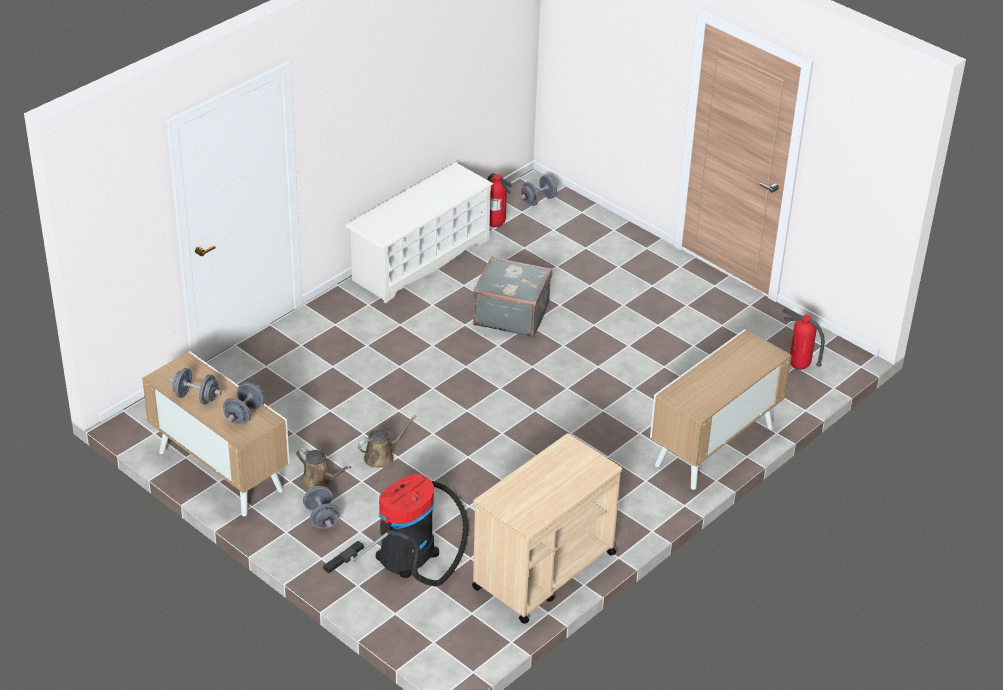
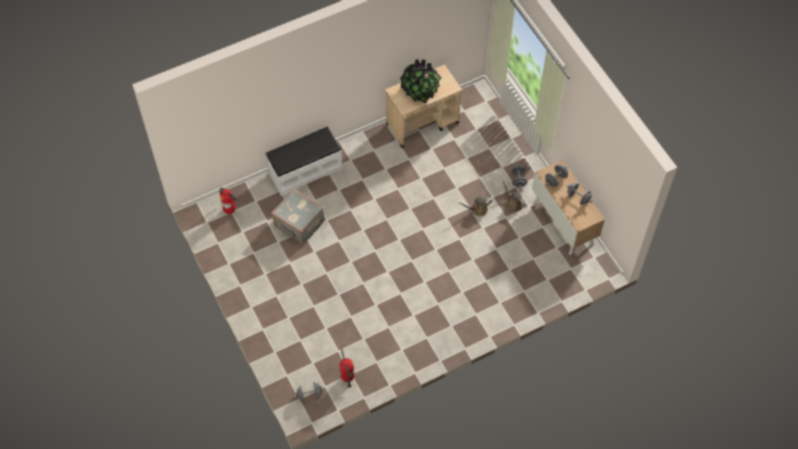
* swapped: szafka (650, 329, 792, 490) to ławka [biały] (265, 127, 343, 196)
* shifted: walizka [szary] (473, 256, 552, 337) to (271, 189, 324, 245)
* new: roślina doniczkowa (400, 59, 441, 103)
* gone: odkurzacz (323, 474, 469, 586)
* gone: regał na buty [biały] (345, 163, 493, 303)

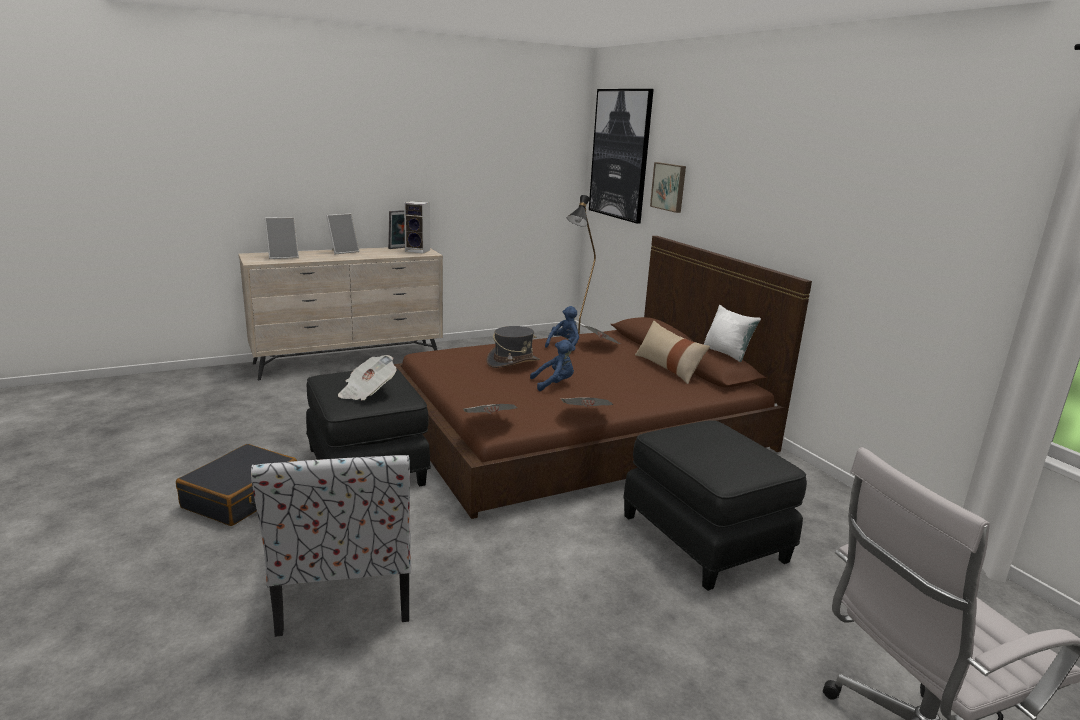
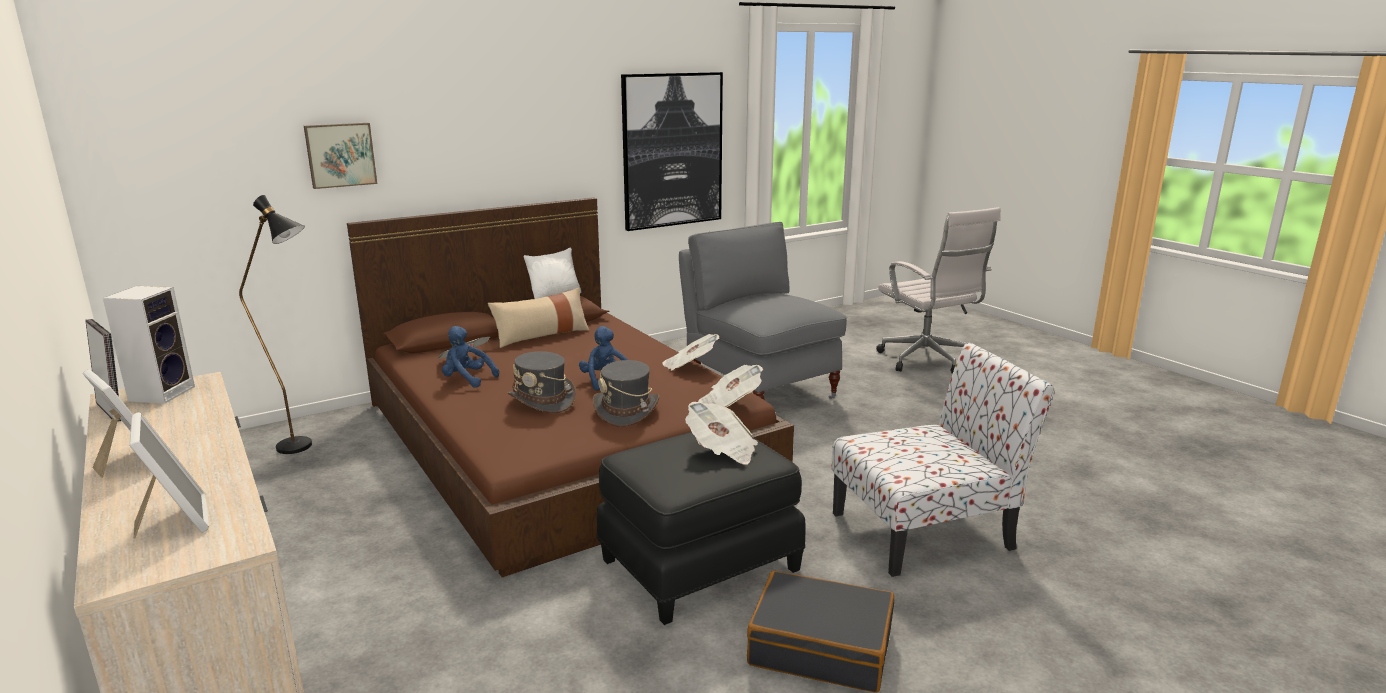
* new: kapelusz [szary] (593, 360, 659, 427)
* shifted: obraz (589, 89, 654, 224) to (621, 72, 723, 231)
* swapped: pufa [czarny] (623, 420, 807, 591) to krzesło [szary] (679, 222, 847, 400)

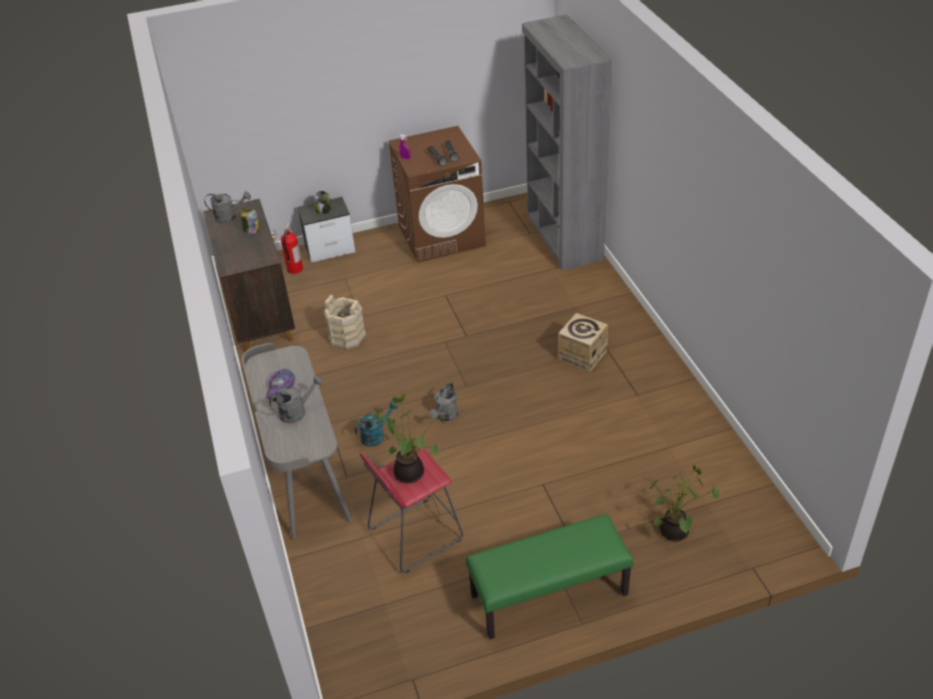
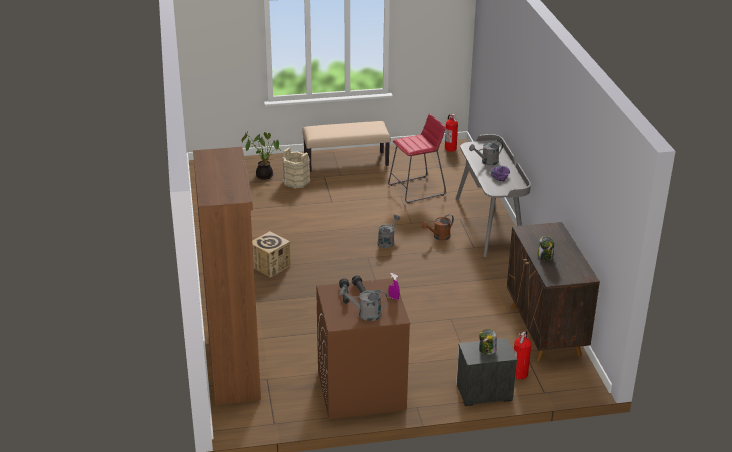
* repainted: regał [szary] (522, 14, 612, 271) to regał [brązowy] (193, 147, 261, 405)
* shifted: wiadro [beżowy] (324, 295, 366, 349) to (282, 147, 311, 189)
* repainted: ławka [zielony] (466, 514, 634, 640) to ławka [beżowy] (302, 121, 391, 172)
* shifted: konewka [szary] (204, 191, 251, 223) to (339, 287, 387, 321)
* repainted: konewka [turkusowy] (355, 401, 398, 447) to konewka [brązowy] (422, 214, 454, 240)
* new: gaśnica (445, 114, 458, 152)
* gone: roślina doniczkowa (370, 394, 444, 483)

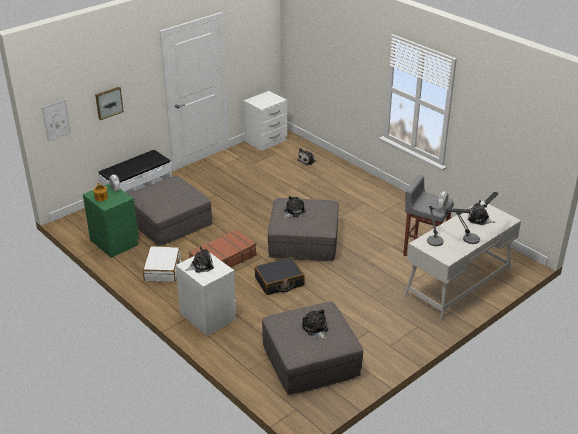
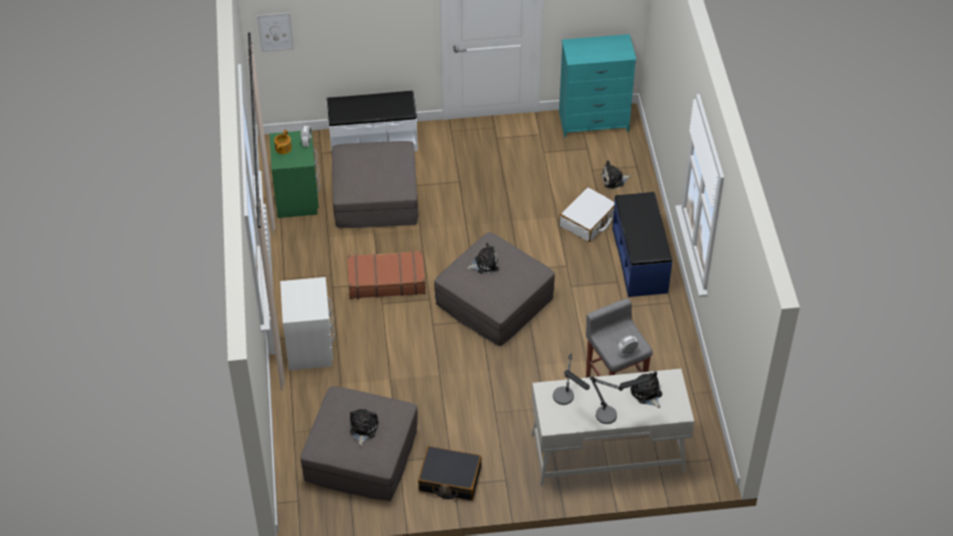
* shifted: walizka [czarny] (254, 257, 305, 295) to (418, 446, 482, 501)
* swapped: szafka nocna [biały] (244, 91, 287, 151) to komoda [turkusowy] (559, 34, 636, 137)
* shifted: walizka [biały] (143, 246, 181, 282) to (559, 187, 615, 242)
* new: ławka [niebieski] (612, 192, 672, 297)
* gone: obraz (95, 87, 124, 120)
* gone: pluszak (185, 247, 214, 273)

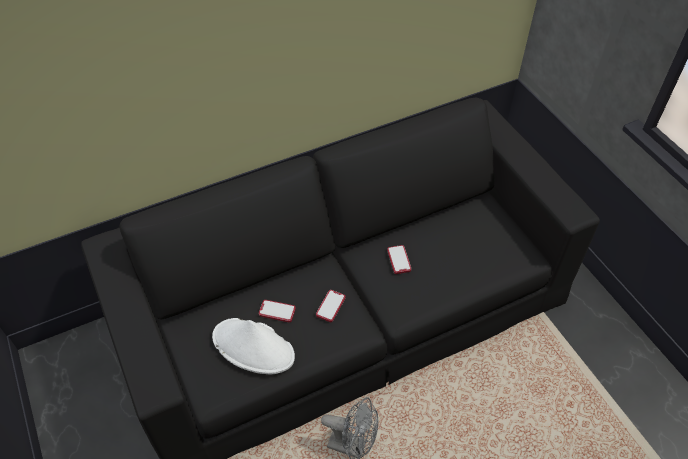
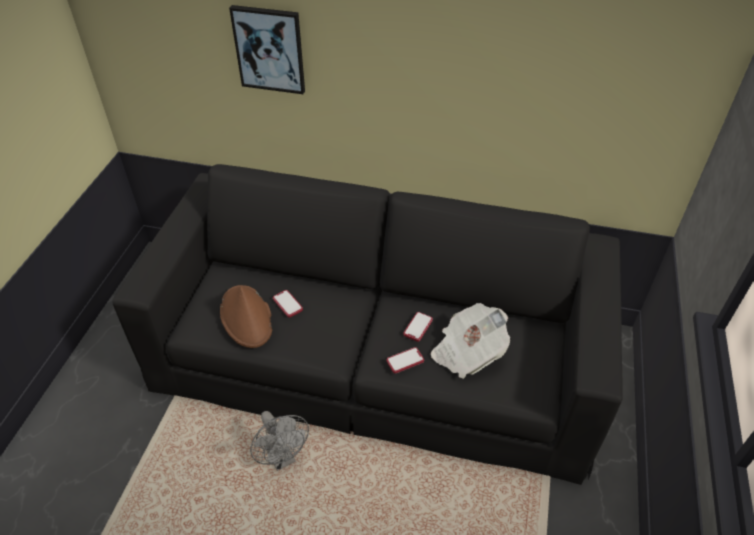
* repainted: kapelusz [biały] (212, 318, 295, 374) to kapelusz [brązowy] (220, 285, 272, 348)
* new: obraz (229, 5, 305, 94)
* shifted: telefon (316, 290, 346, 322) to (387, 347, 424, 374)
* new: gazeta (431, 303, 510, 379)

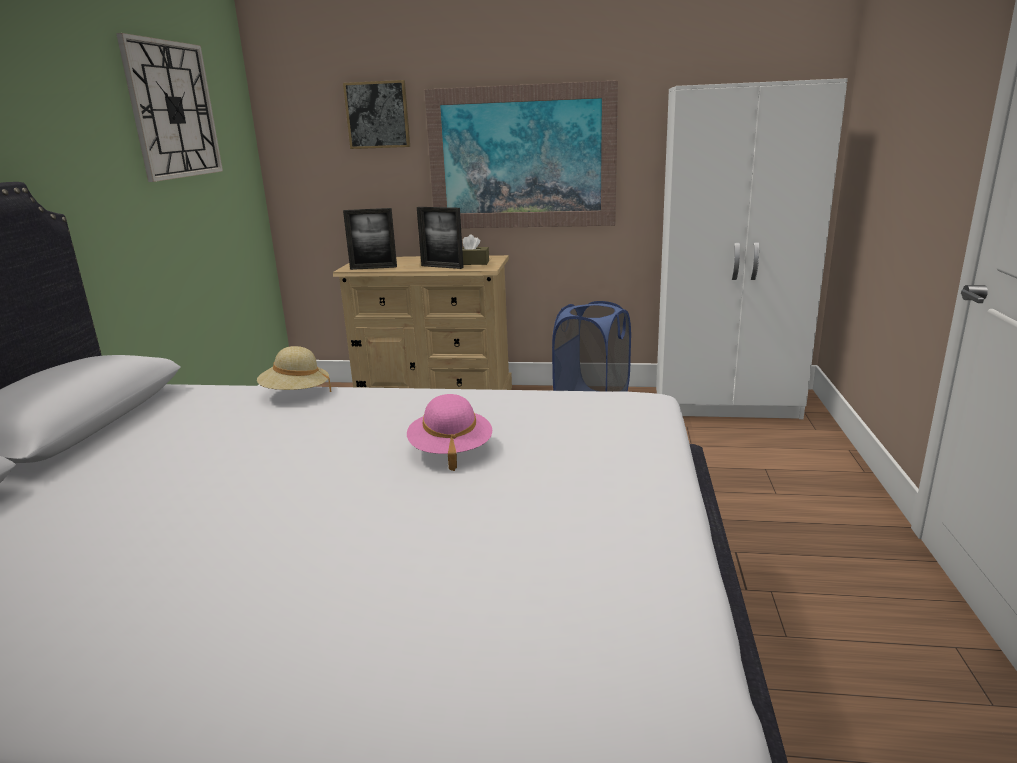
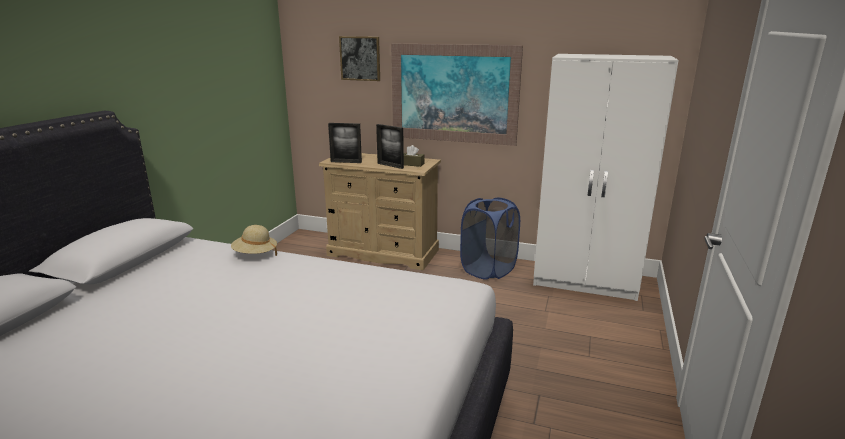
* gone: zegar ścienny (116, 33, 223, 182)
* gone: kapelusz [różowy] (407, 394, 492, 471)

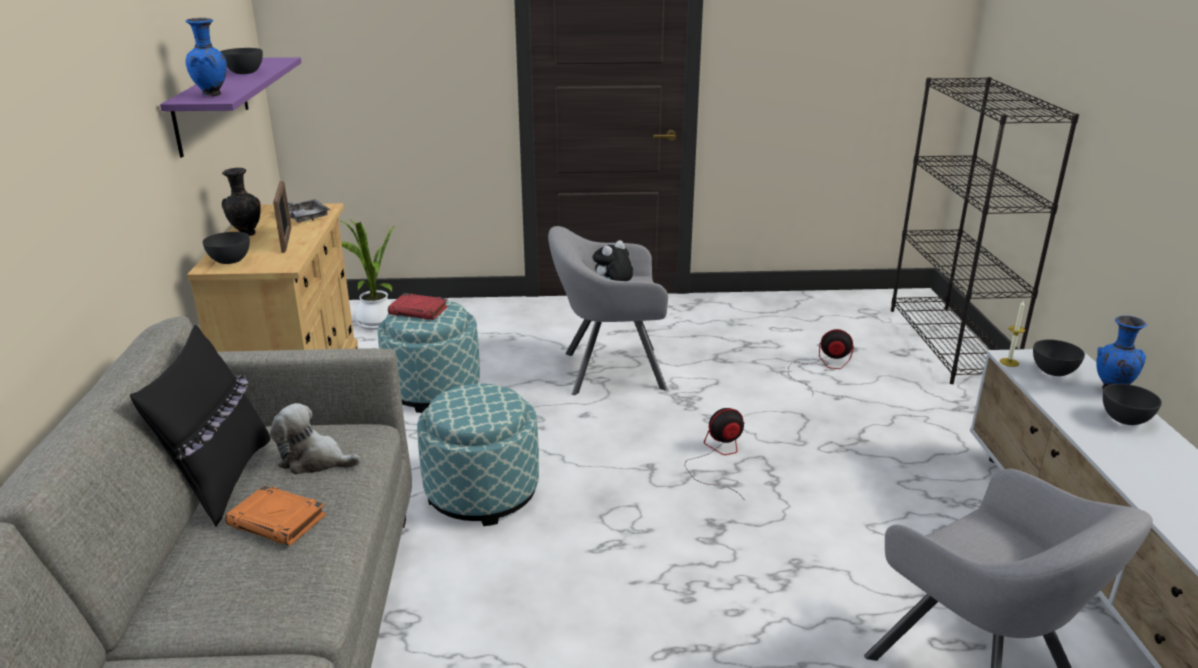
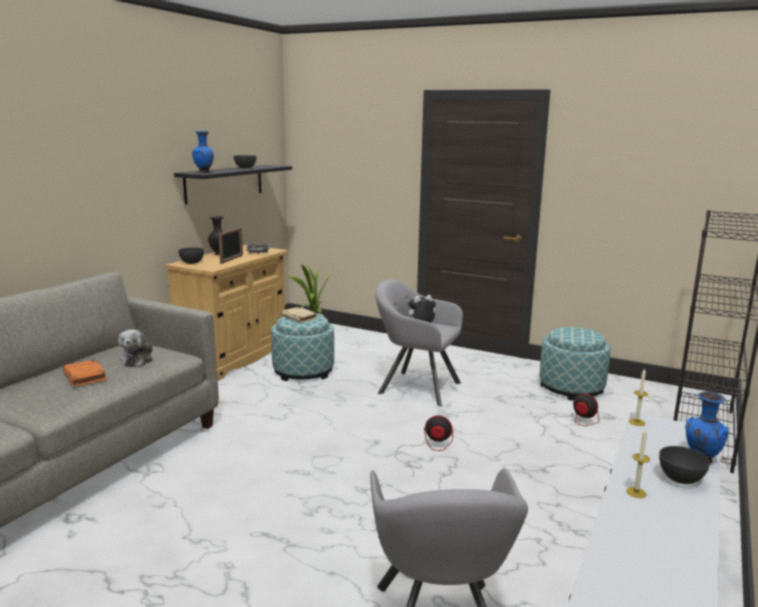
* rotated: pluszak (270, 403, 361, 475) = (118, 329, 153, 366) 135 degrees counterclockwise
* repainted: półka [fioletowy] (160, 57, 301, 158) to półka [czarny] (174, 165, 292, 204)
* repainted: książka [czerwony] (388, 293, 448, 320) to książka [beżowy] (281, 307, 318, 323)
* shifted: pufa (417, 384, 539, 526) to (540, 327, 611, 401)
* new: świeca (626, 427, 650, 498)
* gone: poduszka [czarny] (130, 325, 271, 527)
* gone: miska [szary] (1033, 340, 1085, 376)

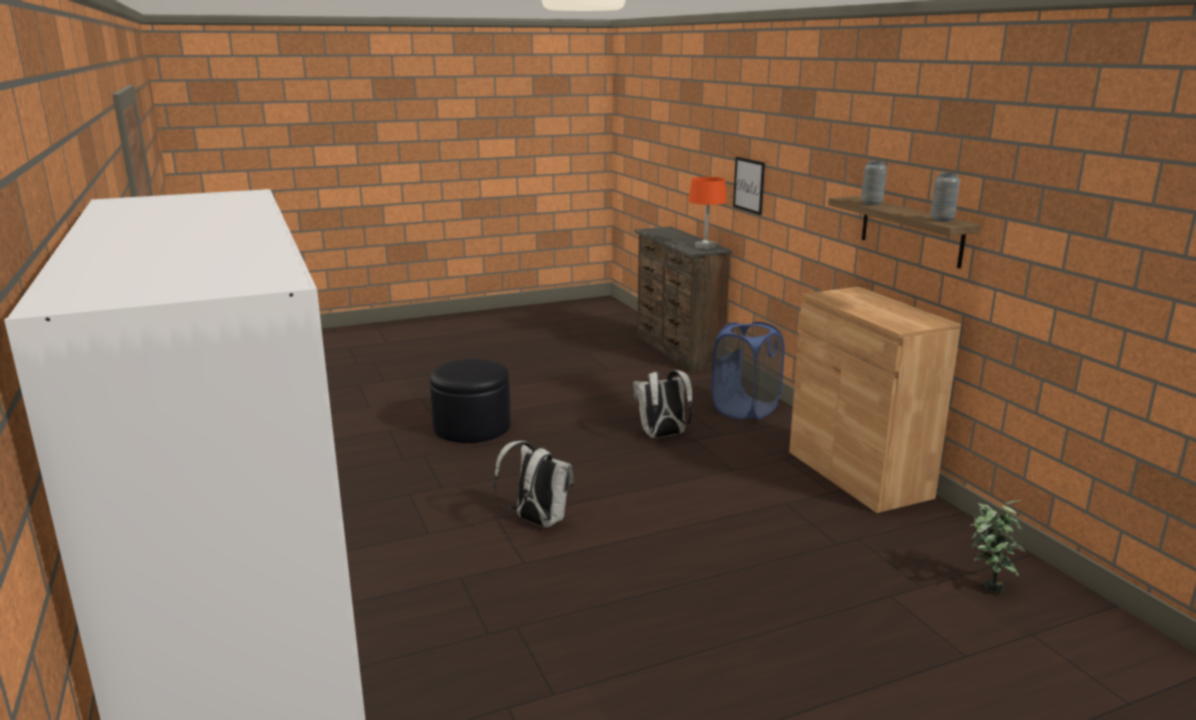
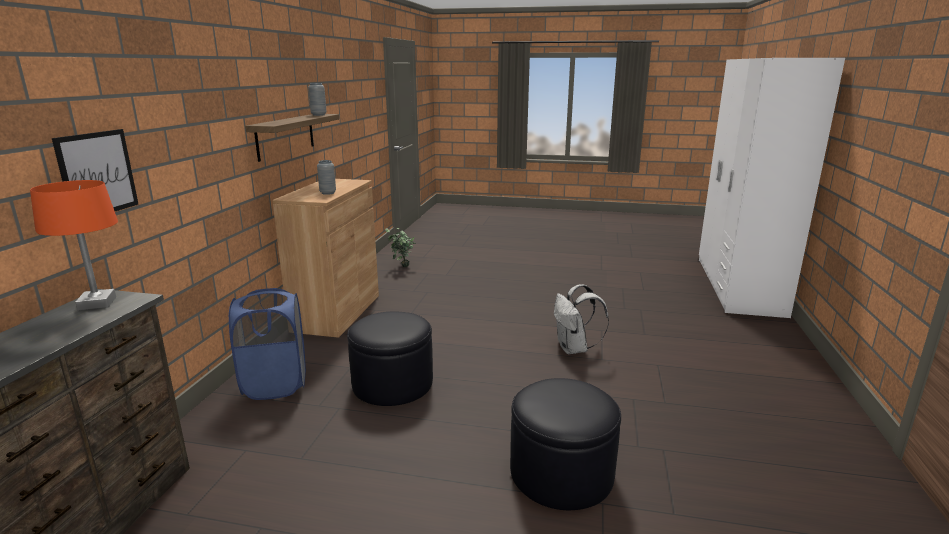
* shifted: wazon [szary] (861, 161, 887, 206) to (317, 160, 336, 195)
* swapped: plecak [biały] (633, 370, 693, 438) to pufa [czarny] (347, 312, 433, 406)

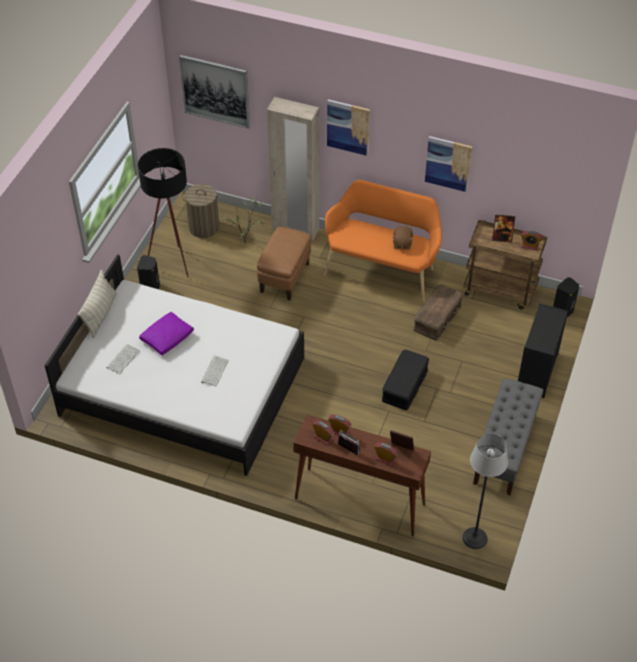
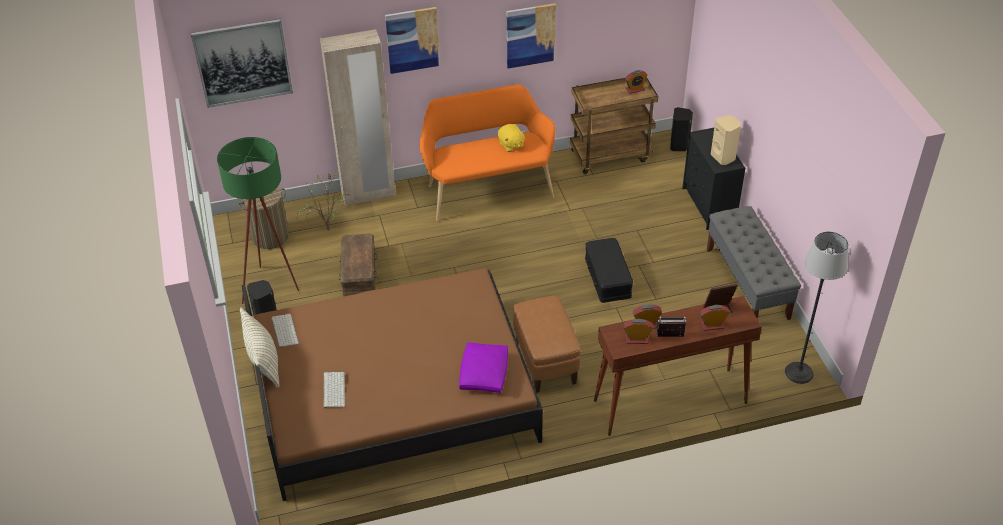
* repainted: lampa stojąca [czarny] (138, 148, 189, 278) to lampa stojąca [zielony] (217, 137, 299, 304)
* repainted: łóżko [biały] (44, 254, 304, 476) to łóżko [brązowy] (241, 268, 543, 501)
* shifted: klawiatura (201, 356, 229, 386) to (271, 314, 299, 348)
* shifted: pojemnik do przechowywania [brązowy] (414, 284, 463, 341) to (339, 234, 378, 296)
* shifted: poduszka [fioletowy] (139, 312, 194, 355) to (459, 342, 508, 393)
* repainted: pluszak [brązowy] (392, 226, 413, 250) to pluszak [żółty] (498, 124, 526, 152)
* shifted: pufa [brązowy] (257, 227, 311, 301) to (513, 296, 580, 393)
* new: głośnik [beżowy] (711, 115, 741, 165)
* gone: ramka na zdjęcie (492, 215, 515, 242)

